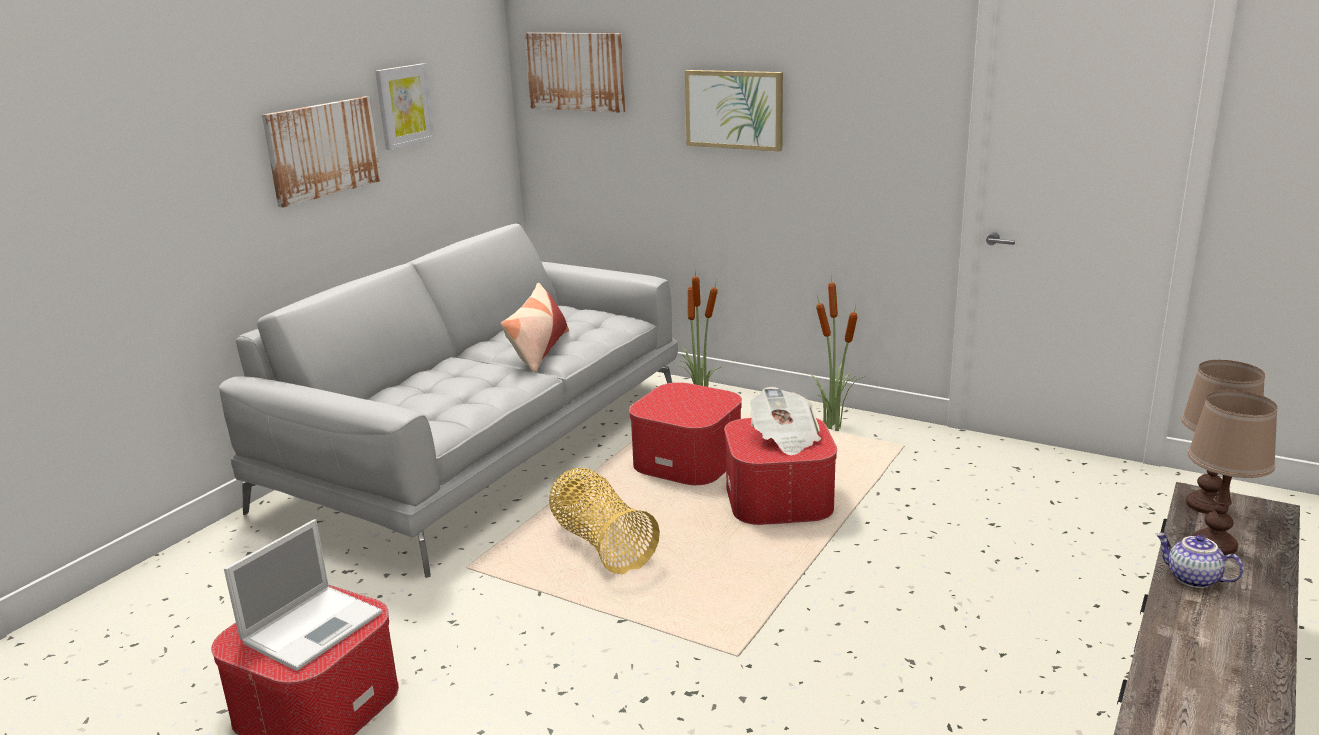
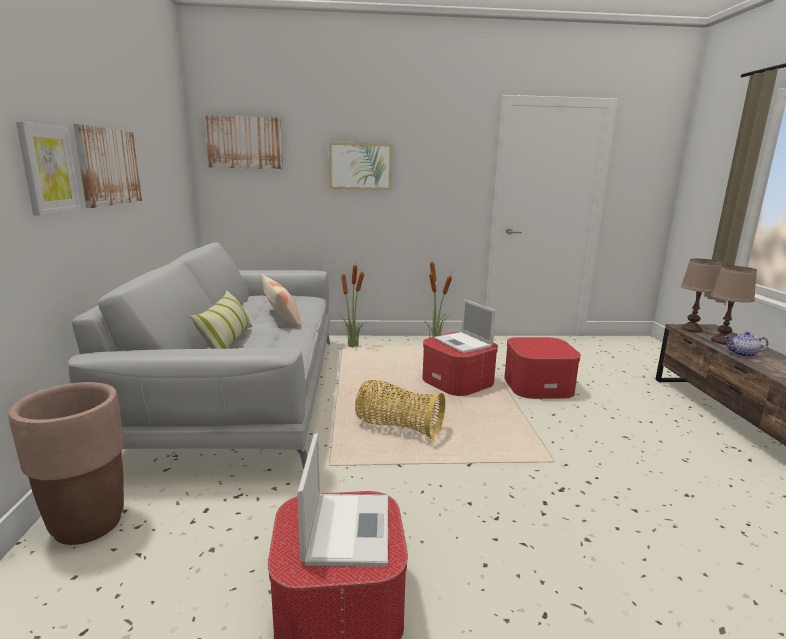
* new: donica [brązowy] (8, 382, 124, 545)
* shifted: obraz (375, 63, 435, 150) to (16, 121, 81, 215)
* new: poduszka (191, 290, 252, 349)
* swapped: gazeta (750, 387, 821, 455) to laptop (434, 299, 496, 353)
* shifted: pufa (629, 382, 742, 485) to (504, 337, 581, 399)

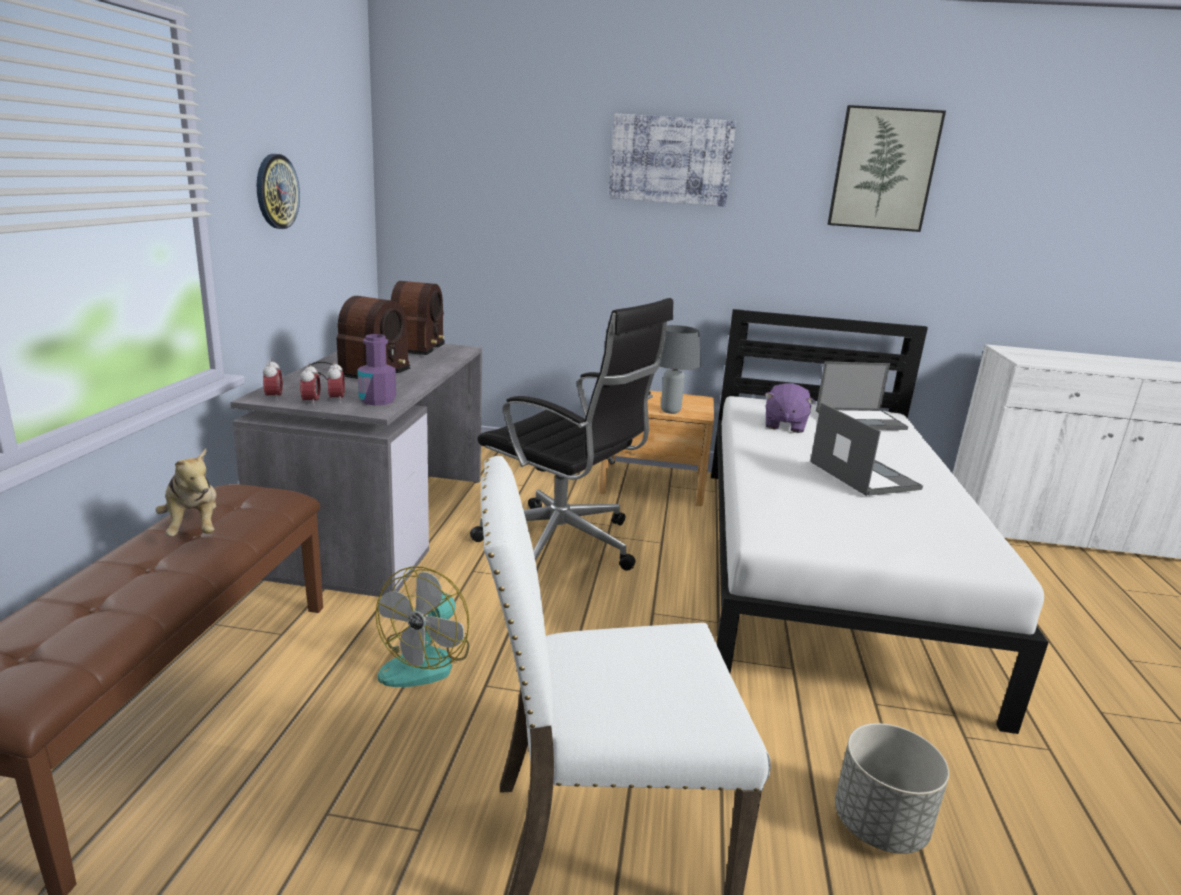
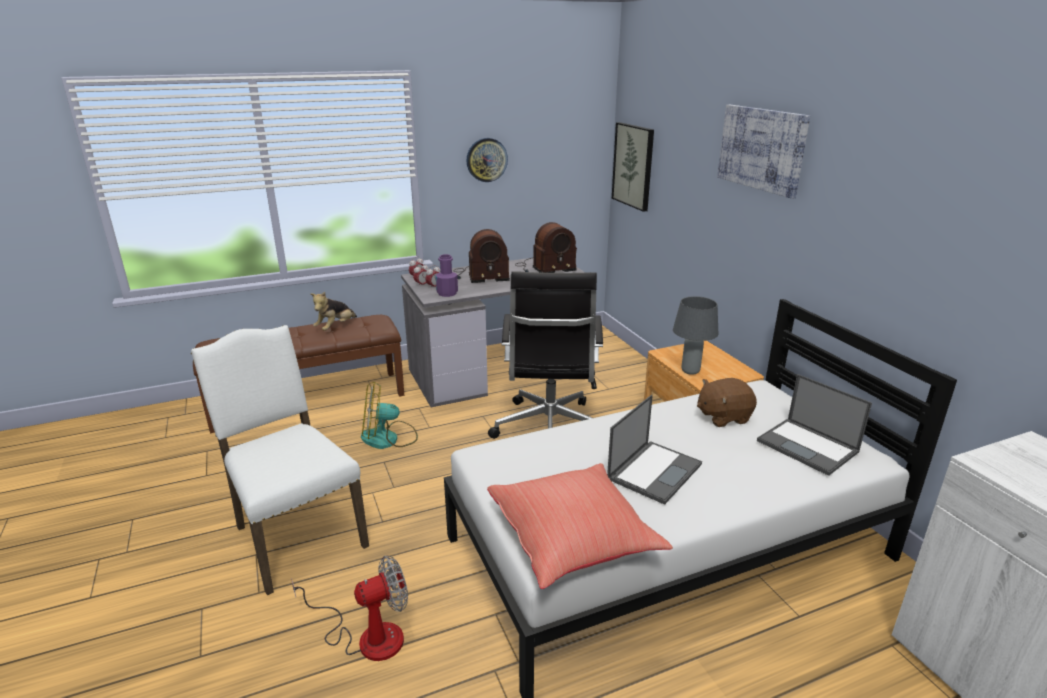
* swapped: donica [szary] (835, 723, 949, 854) to wentylator (291, 556, 408, 661)
* new: poduszka [czerwony] (487, 463, 673, 589)
* shifted: obraz (827, 105, 946, 232) to (612, 122, 654, 212)
* repainted: pluszak [fioletowy] (765, 383, 815, 433) to pluszak [brązowy] (697, 378, 757, 427)

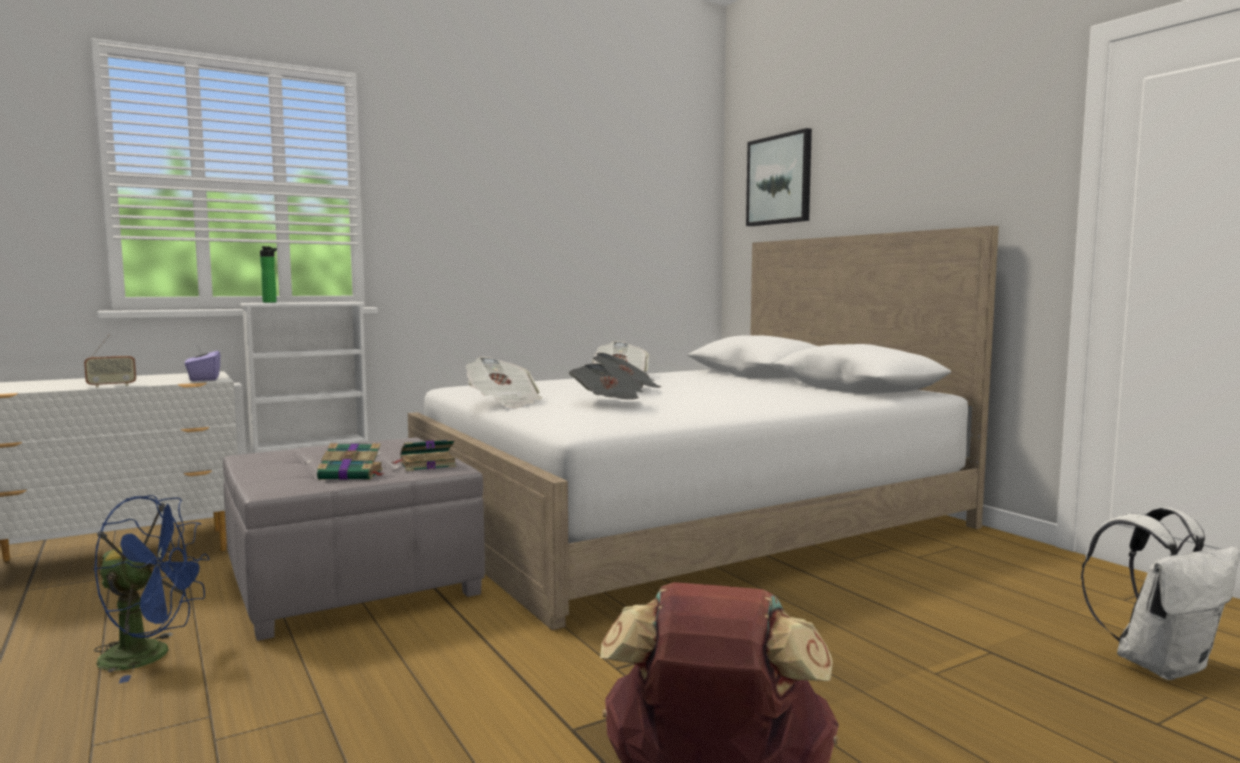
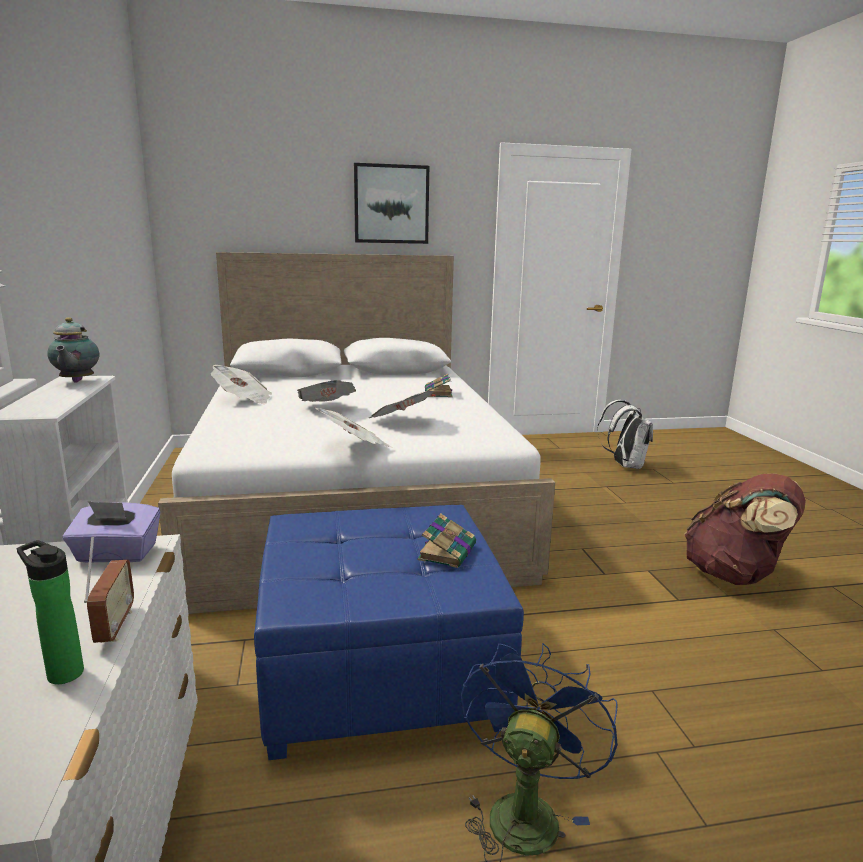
* shifted: butelka (260, 246, 277, 303) to (17, 540, 84, 684)
* new: imbryk (47, 317, 99, 383)
* repainted: pufa [szary] (223, 437, 485, 641) to pufa [niebieski] (254, 505, 524, 760)
* shifted: obraz (746, 128, 812, 226) to (354, 163, 429, 244)
* shifted: książka (392, 439, 456, 471) to (425, 374, 452, 397)

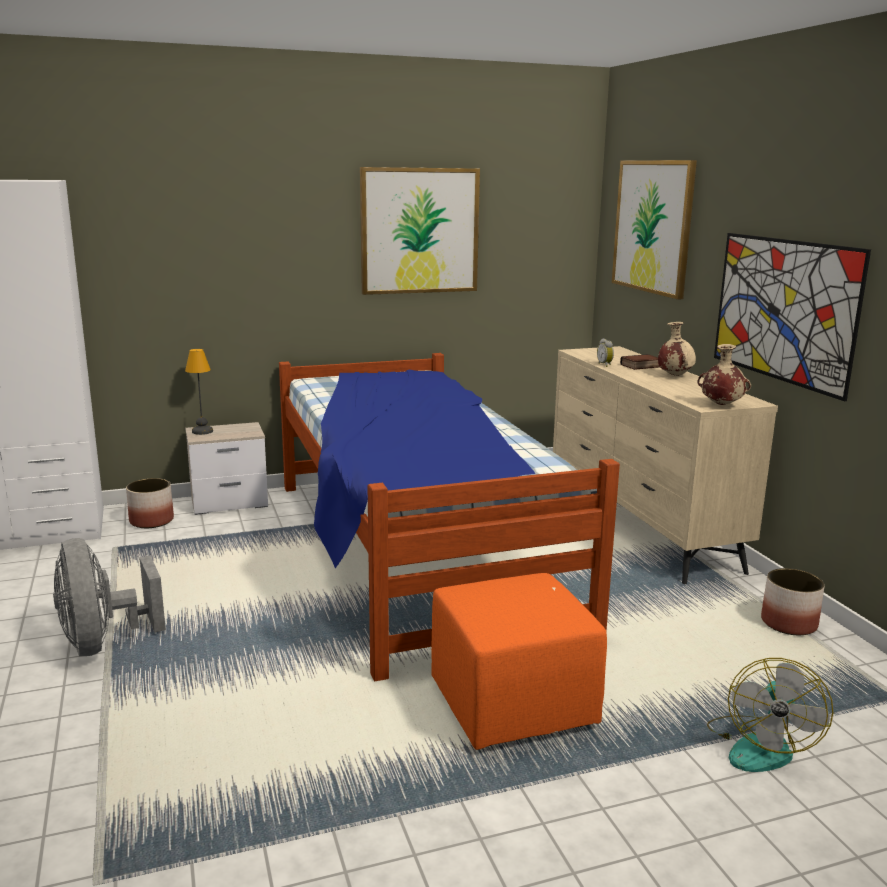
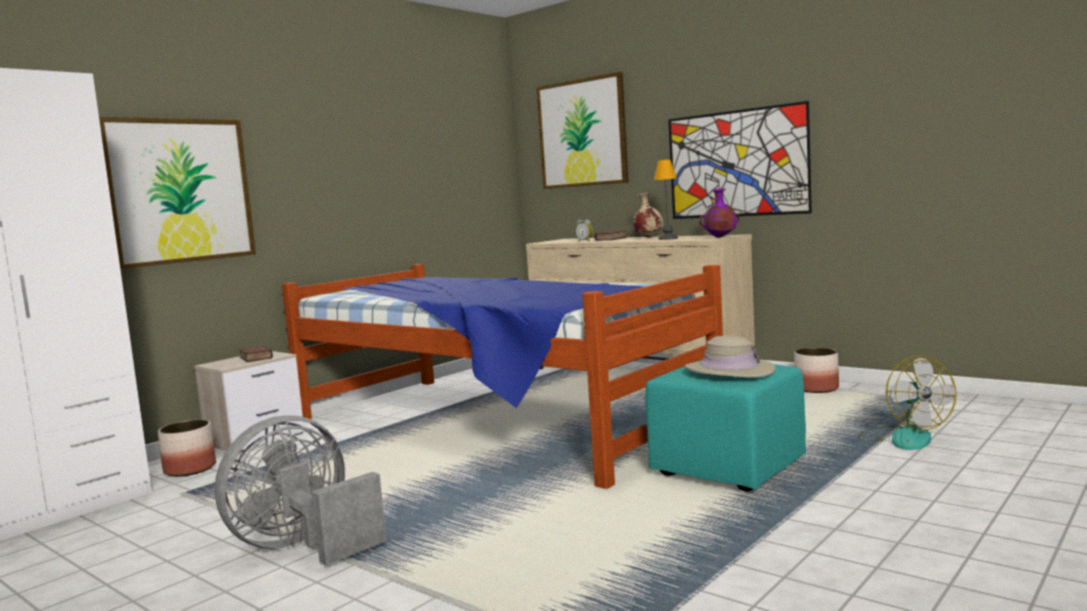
* shifted: obraz (360, 167, 480, 295) to (99, 117, 256, 269)
* rotated: wentylator [szary] (53, 538, 166, 656) = (215, 415, 386, 565) 105 degrees clockwise
* new: książka (239, 345, 273, 362)
* repainted: pufa [pomarańczowy] (431, 573, 607, 750) to pufa [turkusowy] (646, 360, 806, 491)
* shifted: lampa stołowa (185, 349, 213, 435) to (654, 160, 678, 240)
* new: kapelusz [beżowy] (684, 335, 775, 377)
* repainted: wazon [beżowy] (698, 344, 751, 405) to wazon [fioletowy] (699, 188, 740, 238)

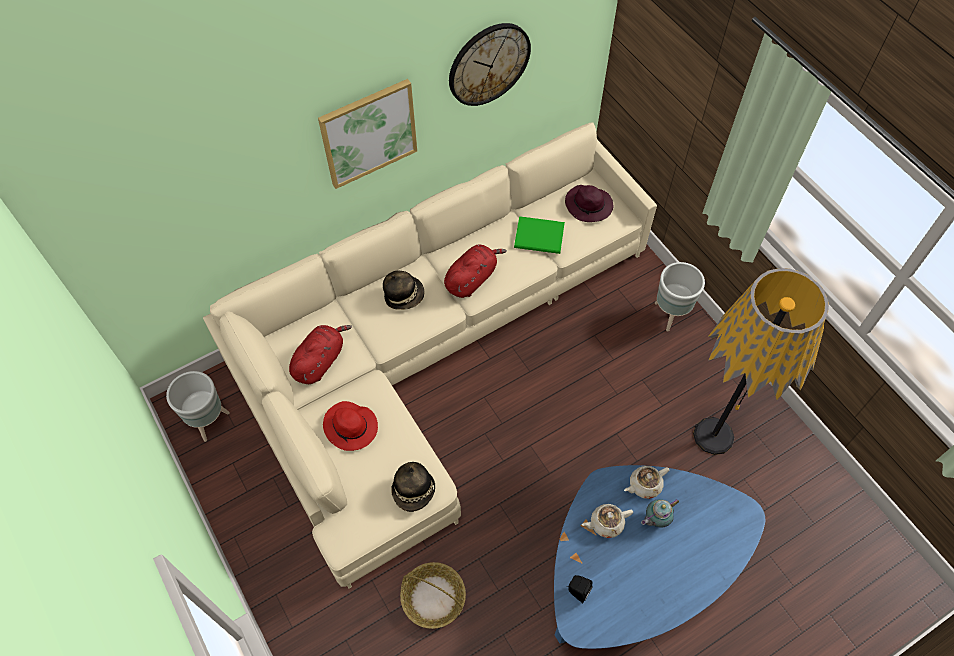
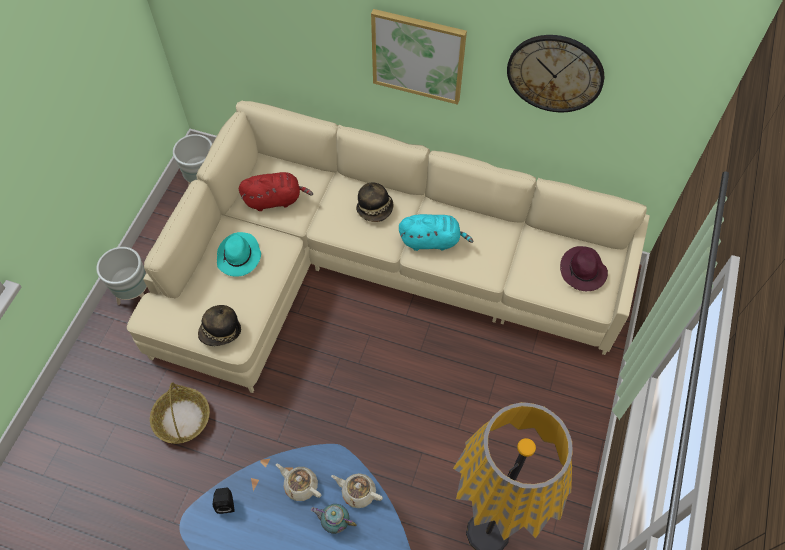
* shifted: donica [szary] (655, 262, 705, 332) to (96, 247, 147, 305)
* repainted: kapelusz [czerwony] (323, 401, 378, 451) to kapelusz [turkusowy] (217, 232, 261, 277)
* repainted: pluszak [czerwony] (444, 245, 507, 298) to pluszak [turkusowy] (399, 214, 474, 251)
* gone: książka [zielony] (514, 216, 565, 254)

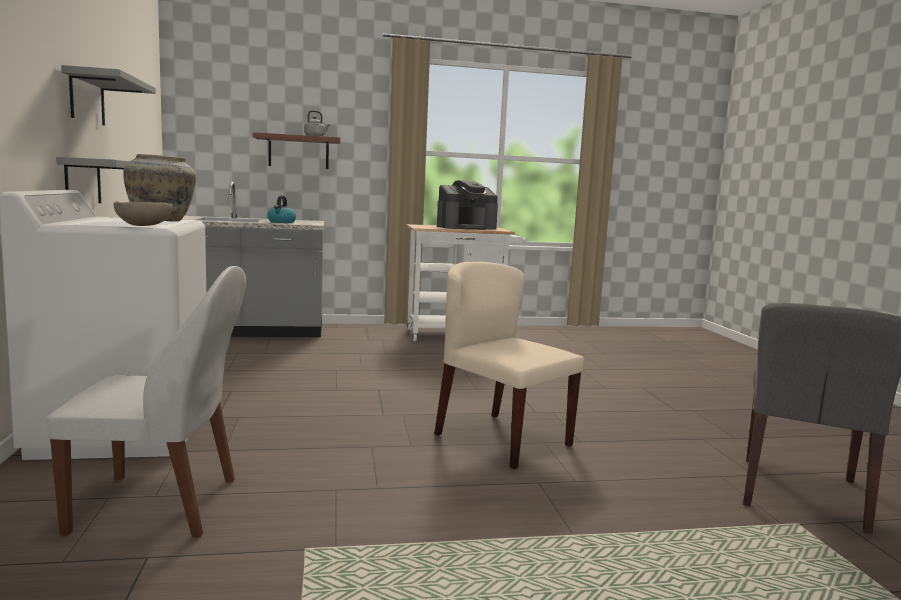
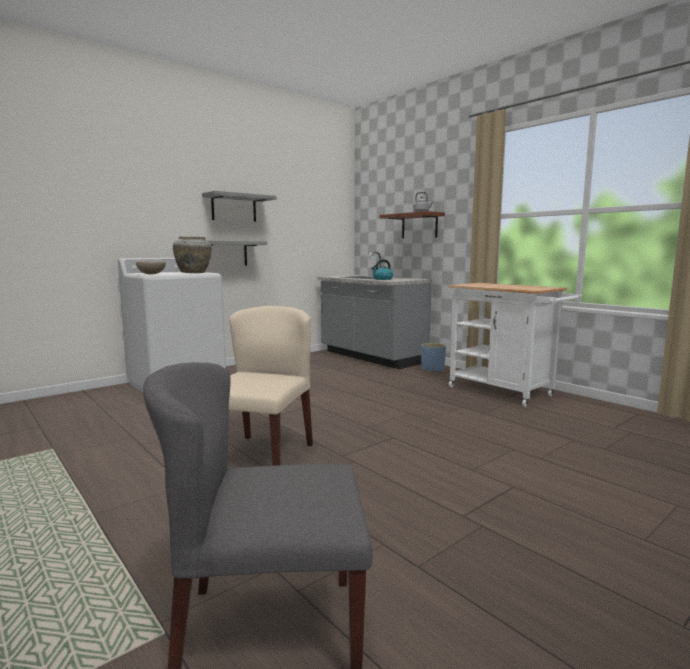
* new: donica [niebieski] (421, 343, 446, 372)
* gone: krzesło [biały] (47, 266, 246, 537)
* gone: ekspres do kawy (437, 180, 498, 230)

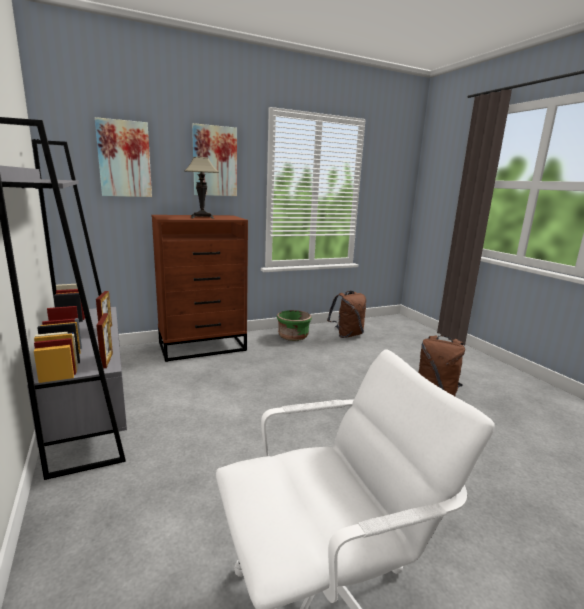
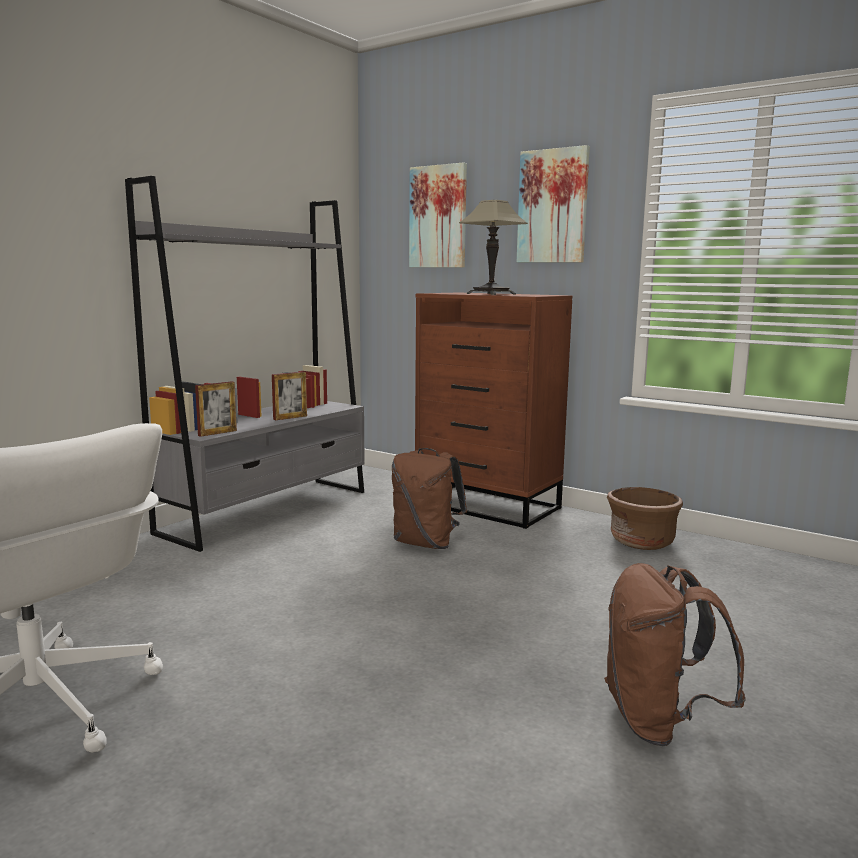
* shifted: plecak [brązowy] (327, 291, 366, 338) to (392, 448, 467, 549)
* repainted: donica [zielony] (277, 310, 312, 341) to donica [brązowy] (607, 487, 683, 550)

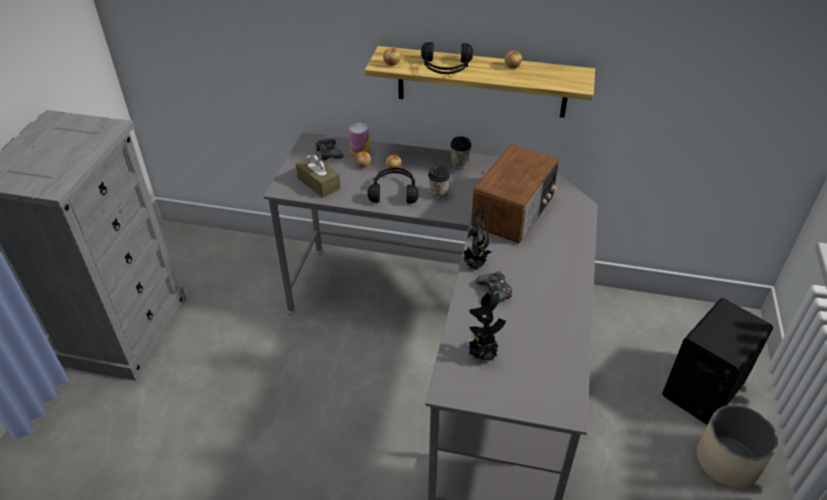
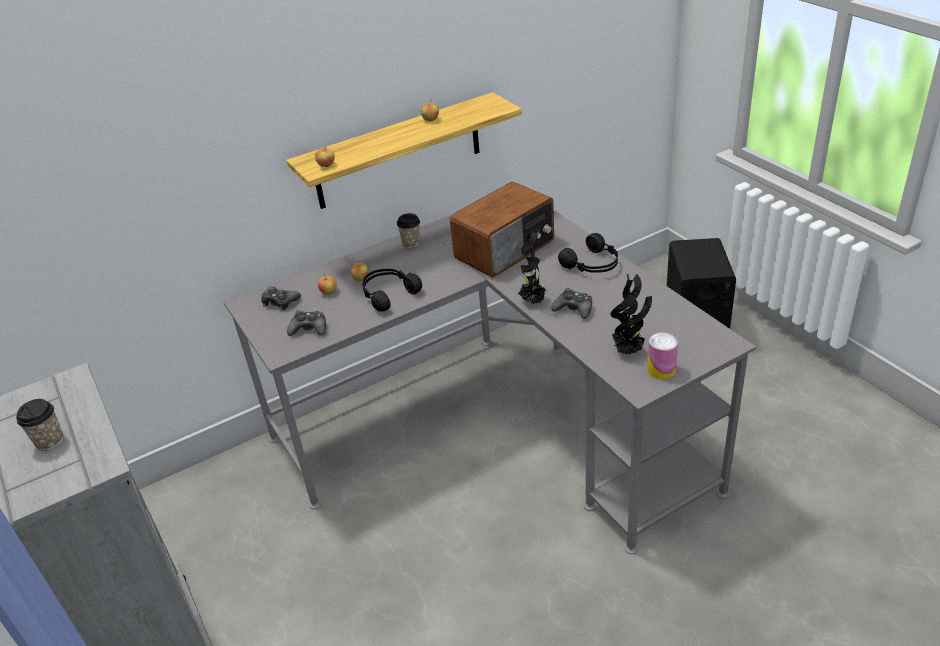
* shifted: filiżanka (428, 166, 451, 199) to (16, 399, 63, 451)
* swapped: pudełko chusteczek [brązowy] (296, 154, 341, 198) to pad do gier [czarny] (287, 310, 326, 336)
* rotated: radio (471, 144, 559, 243) = (450, 182, 554, 277) 60 degrees clockwise
* shifted: słuchawki [czarny] (421, 42, 473, 74) to (558, 233, 618, 273)
* shifted: puszka (348, 123, 370, 156) to (648, 332, 678, 379)
* gone: donica [beżowy] (696, 405, 778, 488)

